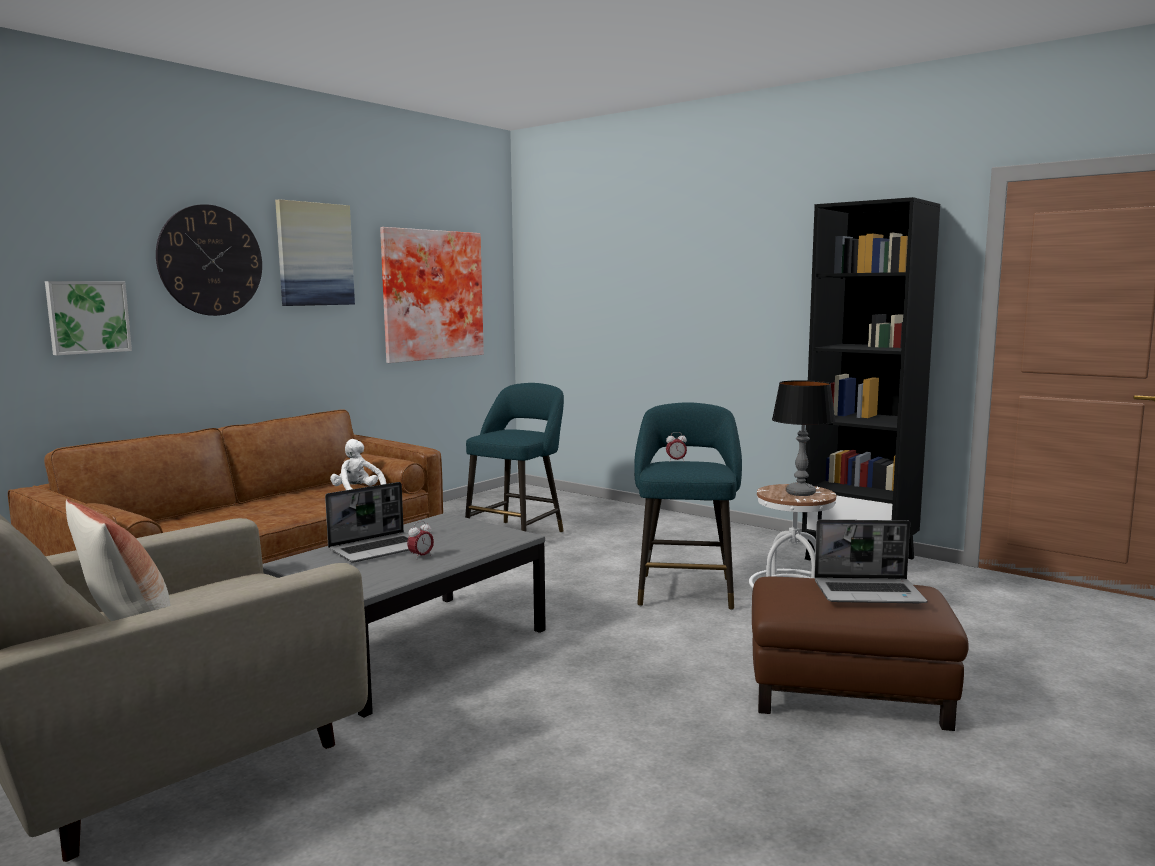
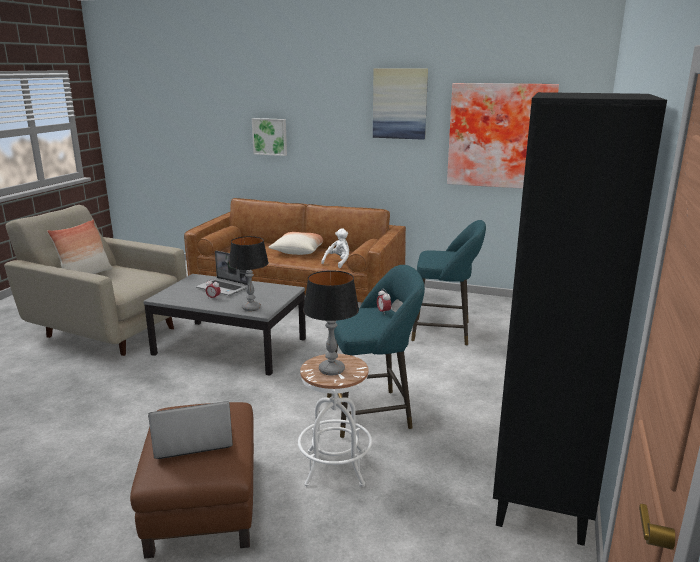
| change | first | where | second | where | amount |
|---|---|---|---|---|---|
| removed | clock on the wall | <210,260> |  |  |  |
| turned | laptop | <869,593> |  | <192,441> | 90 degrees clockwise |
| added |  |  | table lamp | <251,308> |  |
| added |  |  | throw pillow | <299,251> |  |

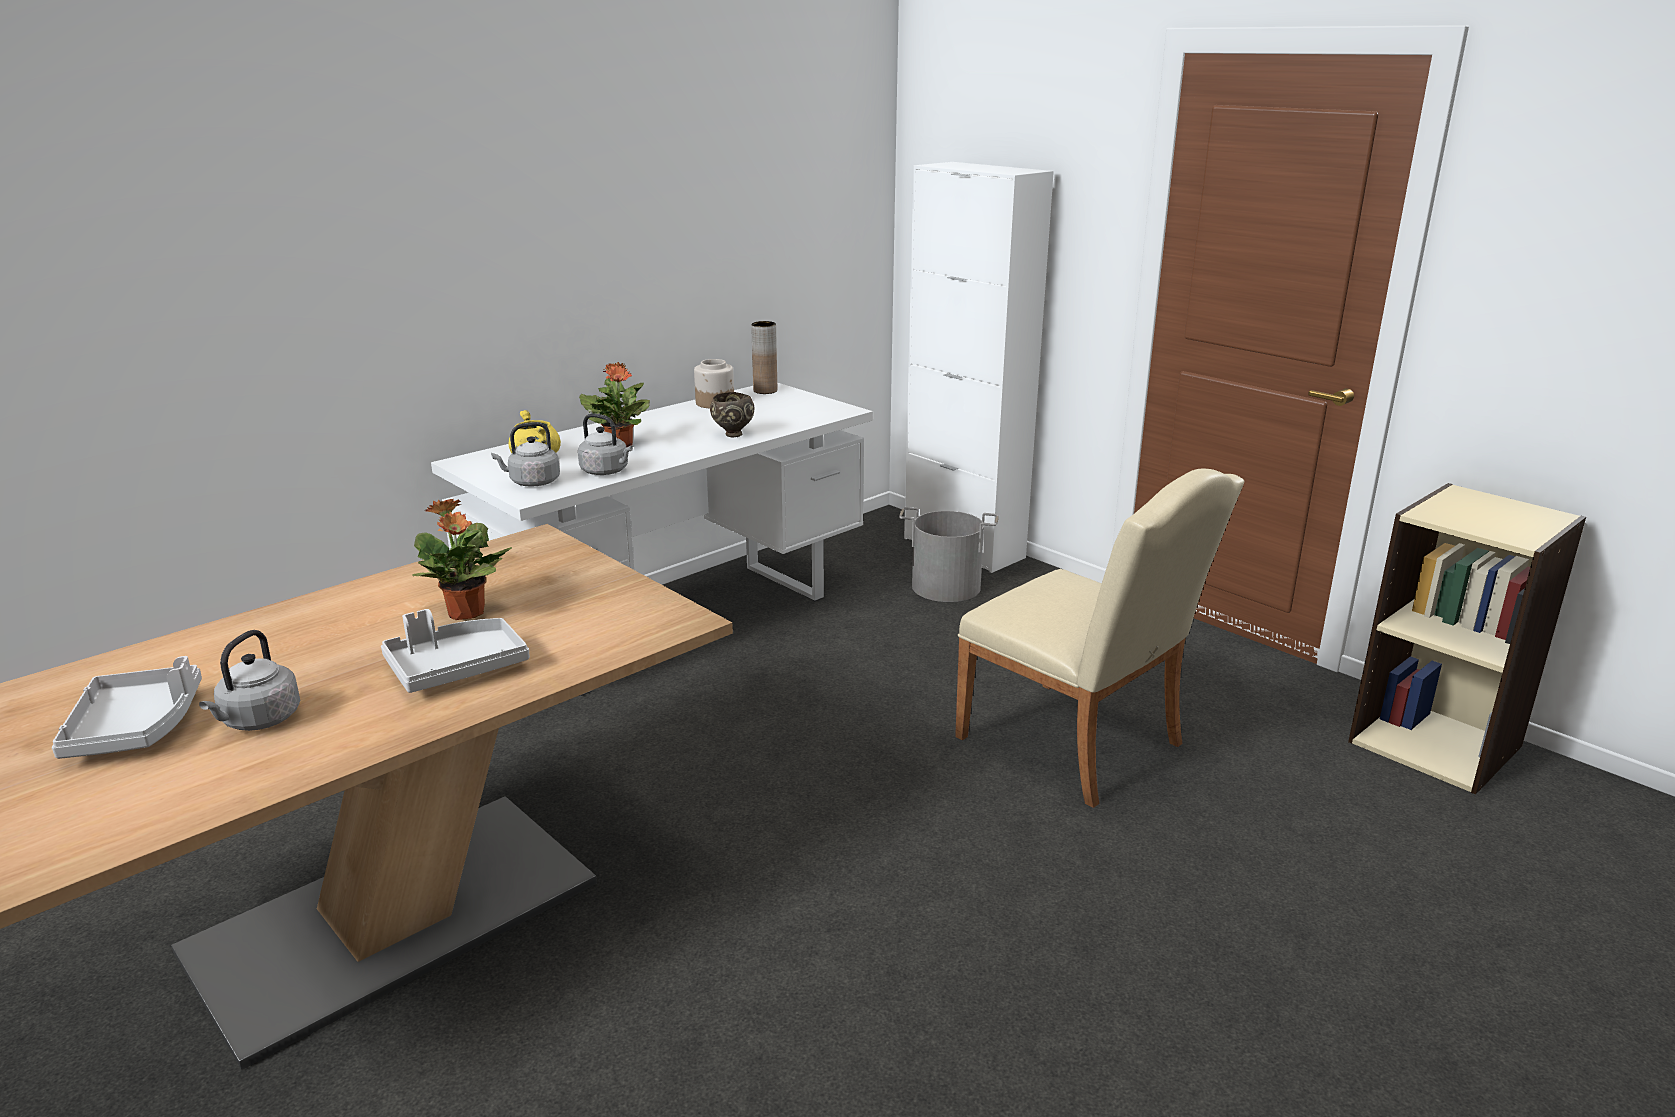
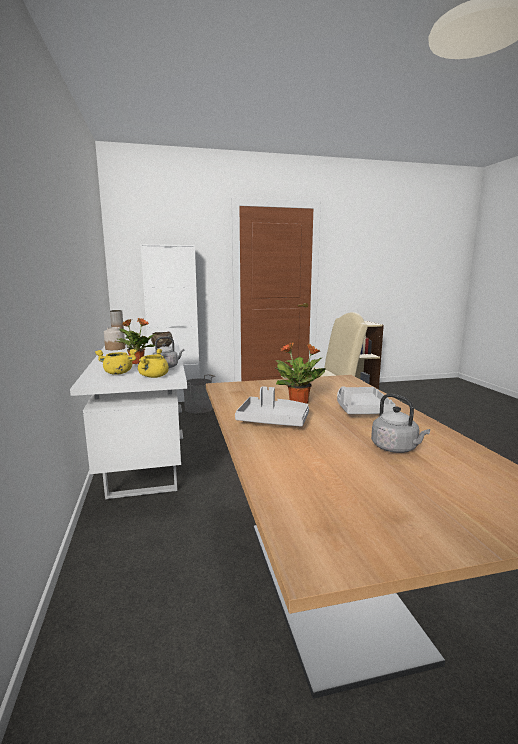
| change | first | where | second | where | amount |
|---|---|---|---|---|---|
| moved | grey tray | <137,727> |  | <273,420> |  |
| replaced | grey water kettle | <532,482> | yellowish saucepot | <154,377> |  |

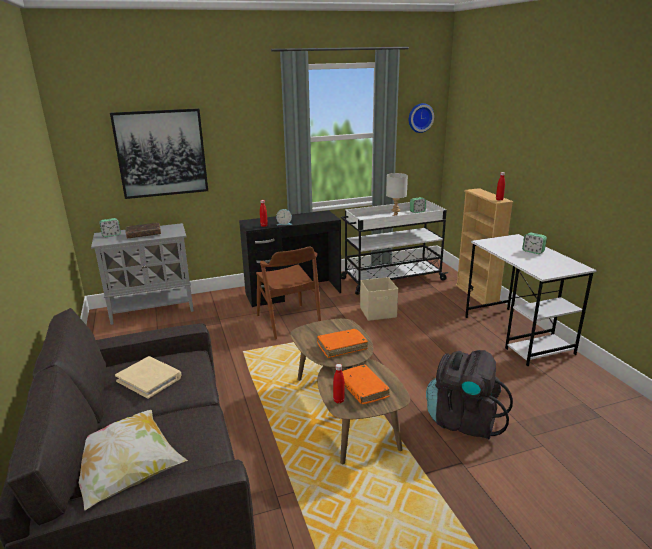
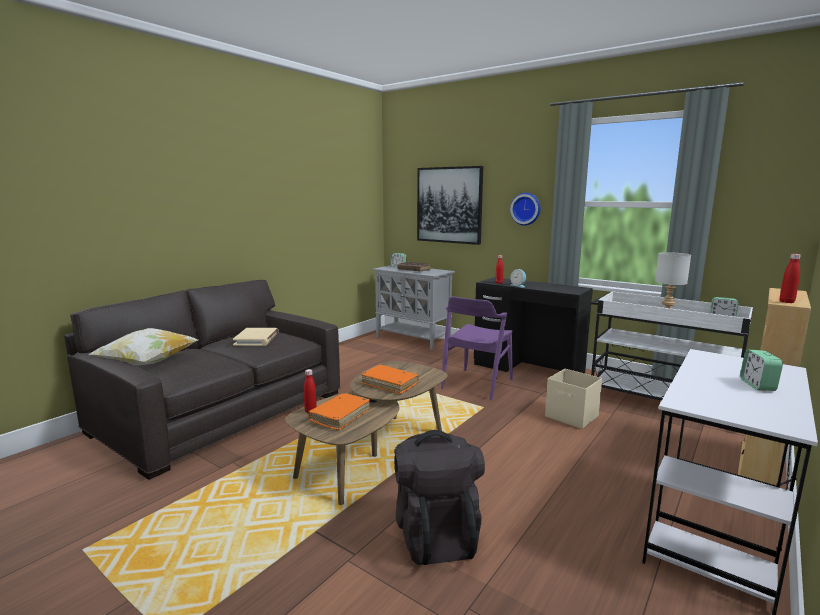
| change | first | where | second | where | amount |
|---|---|---|---|---|---|
| recoloured | brown chair | <288,321> | purplish chair | <476,384> |  |
| moved | clock on the wall | <420,117> |  | <526,209> |  |

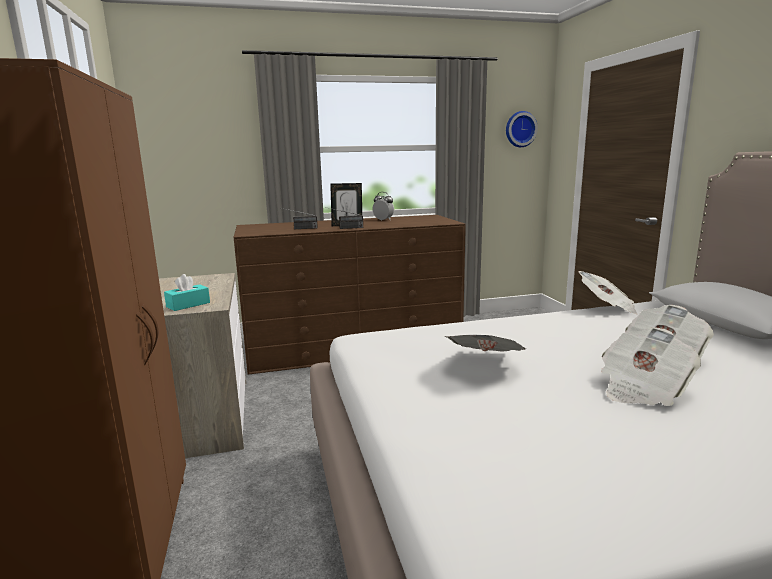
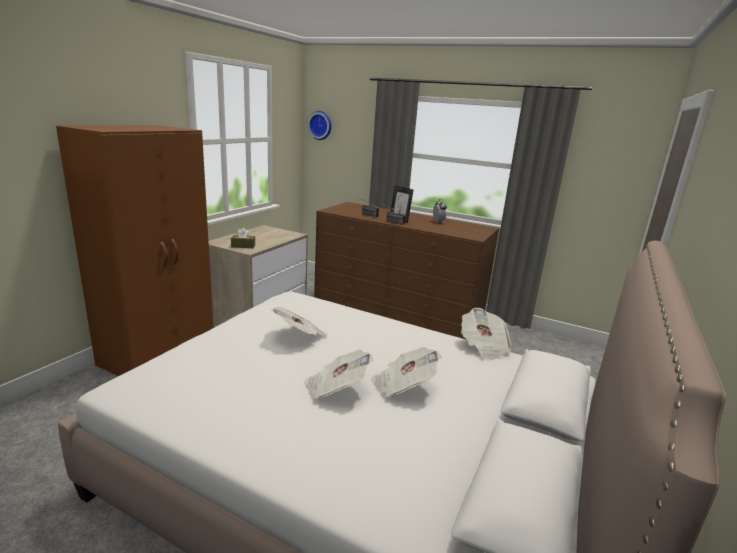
| change | first | where | second | where | amount |
|---|---|---|---|---|---|
| recoloured | turquoise-coloured tissue holder | <188,305> | brown tissue holder | <243,246> |  |
| moved | clock on the wall | <520,129> |  | <321,125> |  |

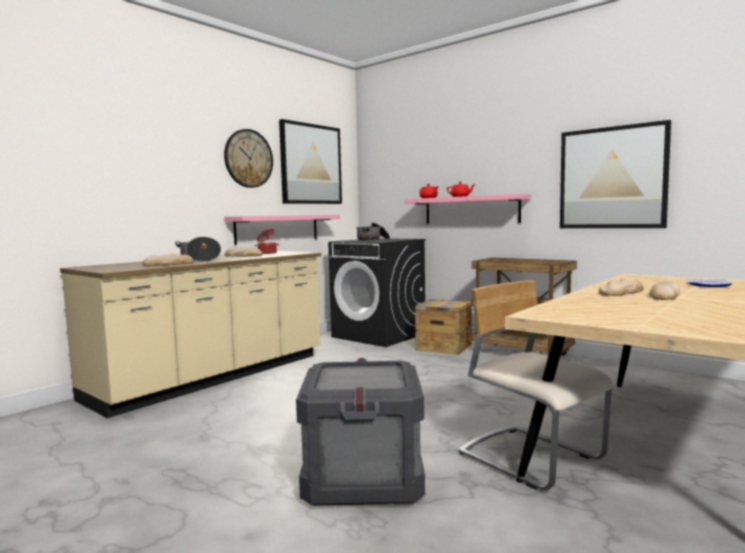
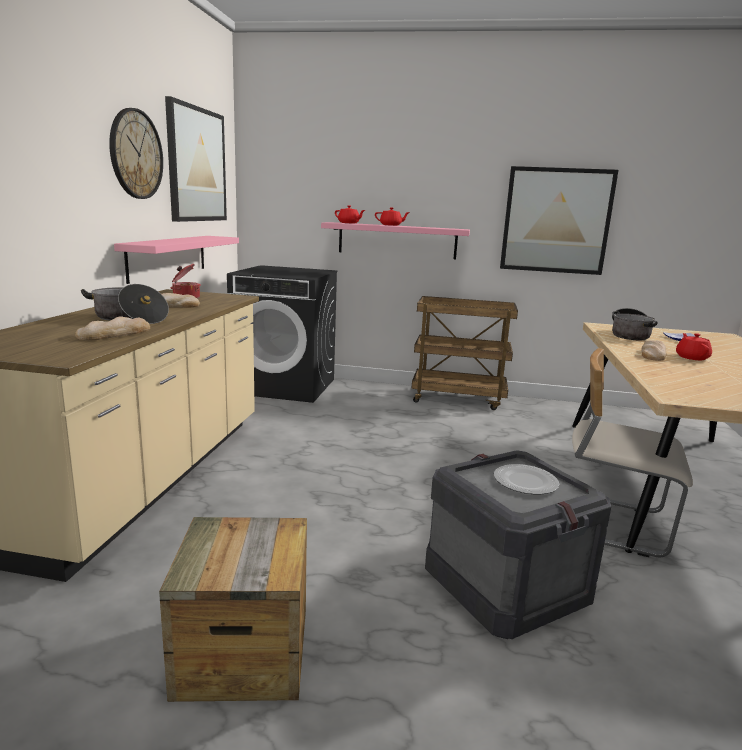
| change | first | where | second | where | amount |
|---|---|---|---|---|---|
| moved | saucepot | <373,239> |  | <630,335> |  |
| moved | shipping crate | <444,347> |  | <243,651> |  |
| replaced | bakery bread | <665,295> | reddish tea pot | <691,357> |  |
| added |  |  | plate | <525,481> |  |

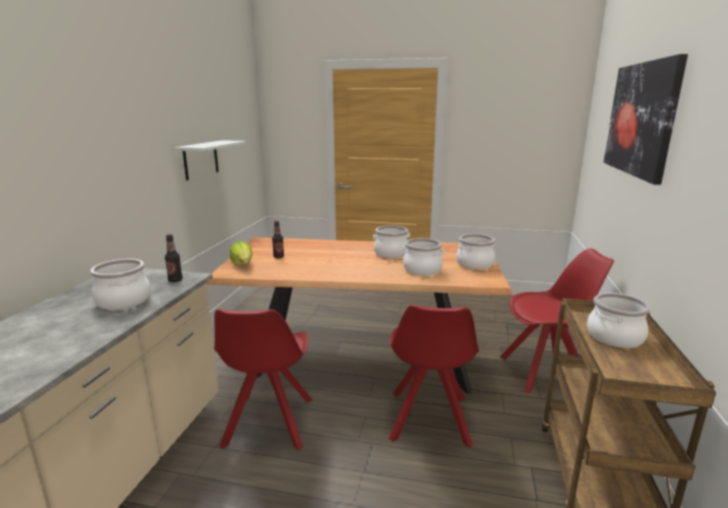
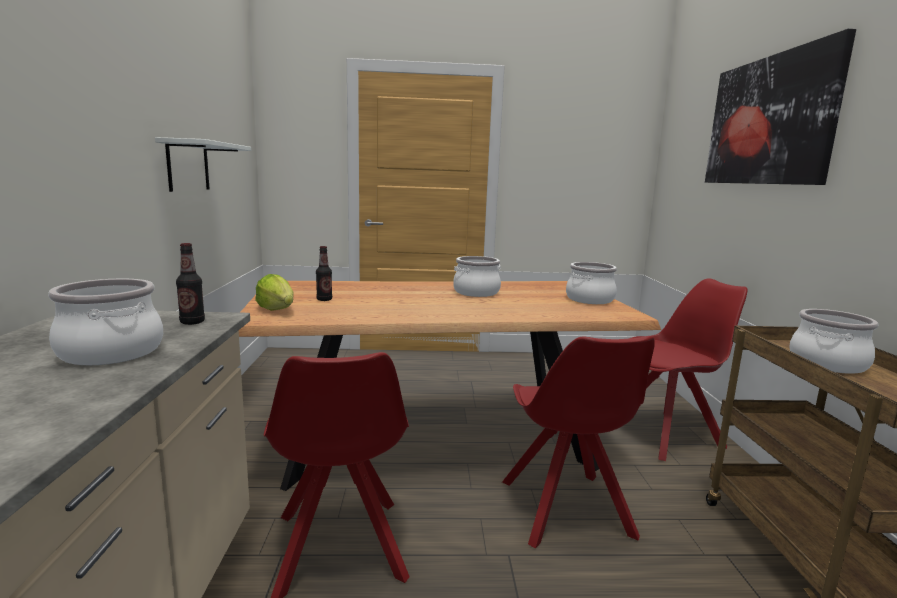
| change | first | where | second | where | amount |
|---|---|---|---|---|---|
| removed | saucepot | <422,270> |  |  |  |

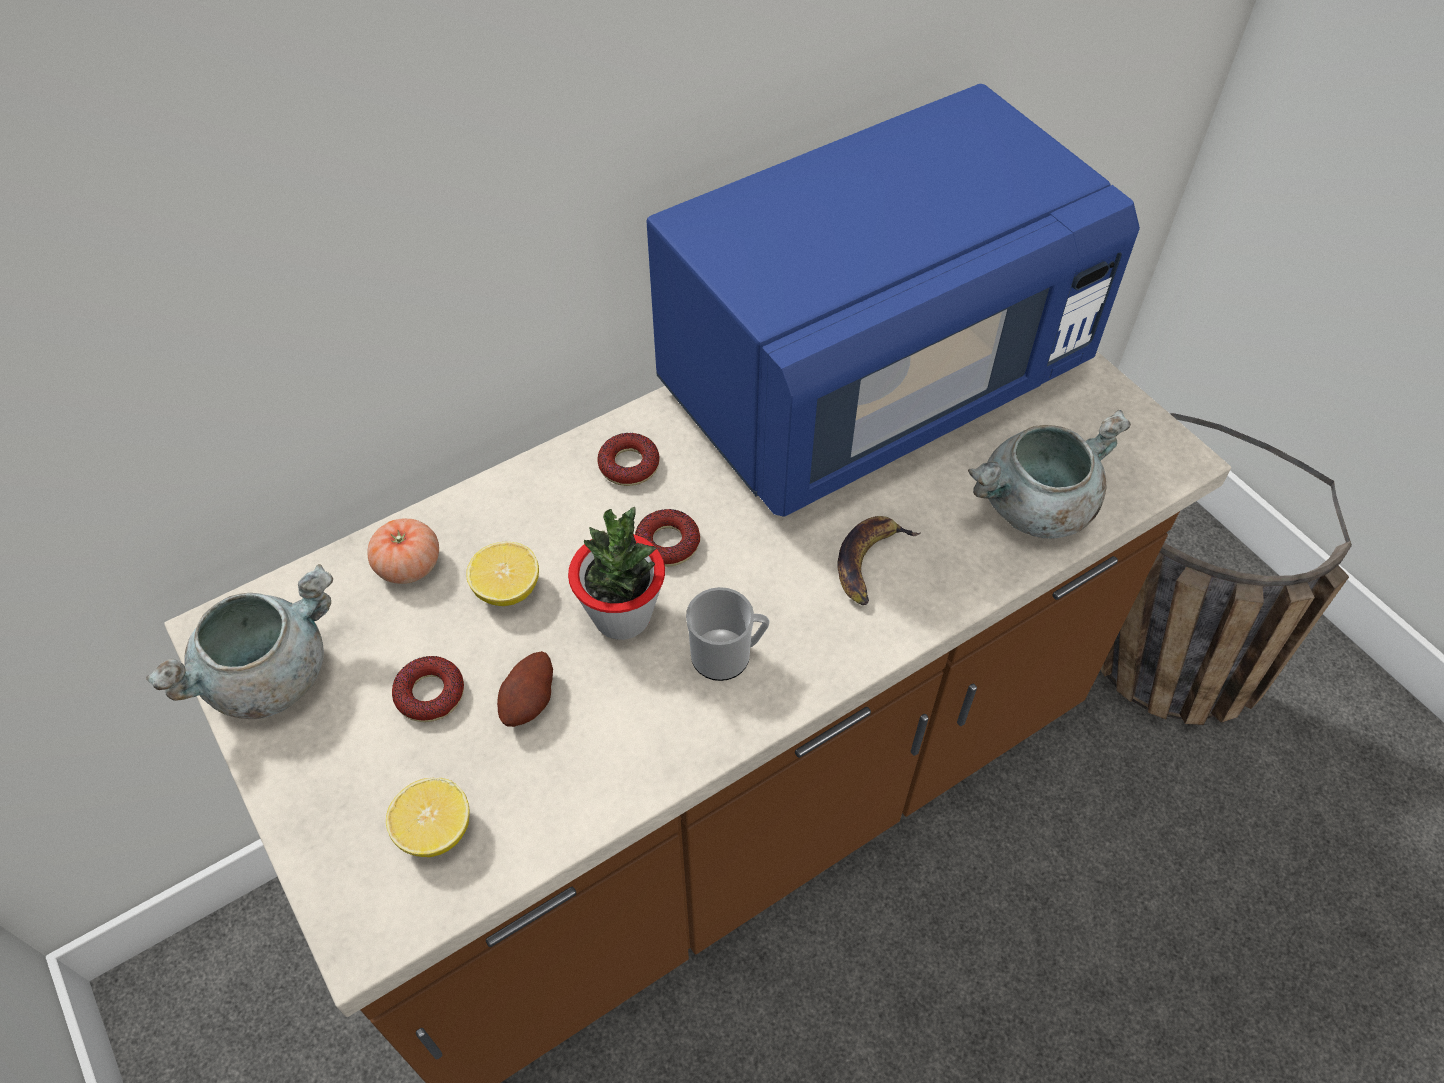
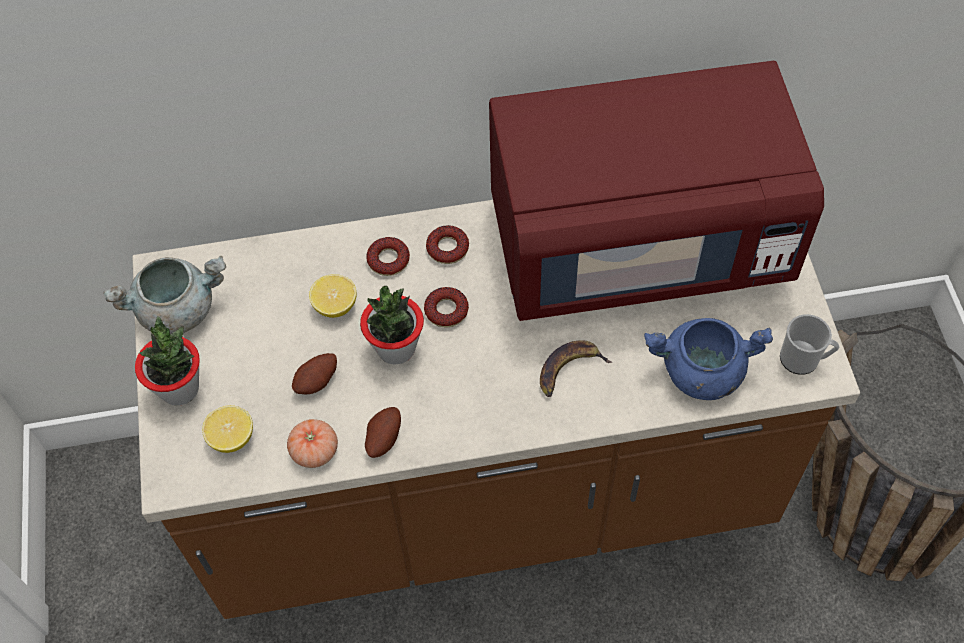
| change | first | where | second | where | amount |
|---|---|---|---|---|---|
| moved | whole tomato | <408,565> |  | <314,451> |  |
| moved | ring doughnut | <430,694> |  | <388,260> |  |
| recoloured | blue microwave | <870,382> | reddish microwave | <638,243> |  |
| moved | tea mug | <727,655> |  | <803,359> |  |
| recoloured | grey saucepot | <1035,508> | blue saucepot | <700,373> |  |
| added |  |  | plant in a pot | <180,388> |  |
| added |  |  | whole potato | <383,438> |  |

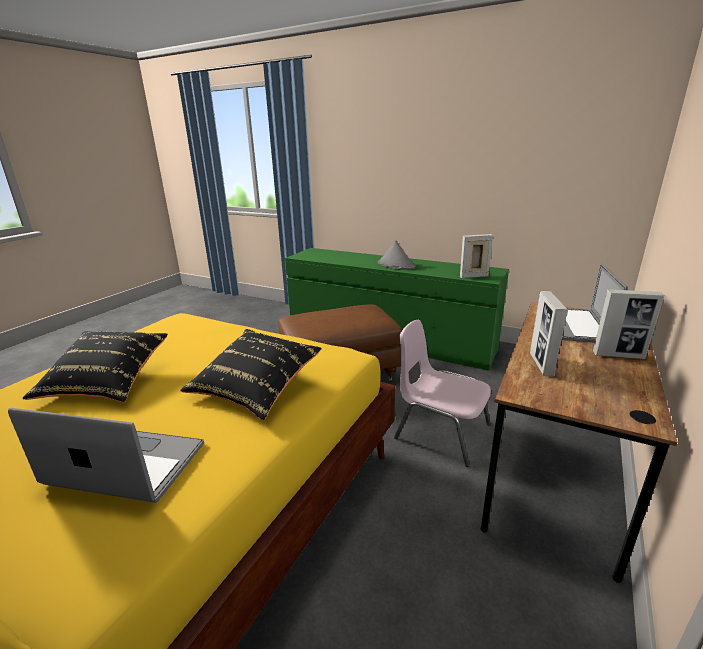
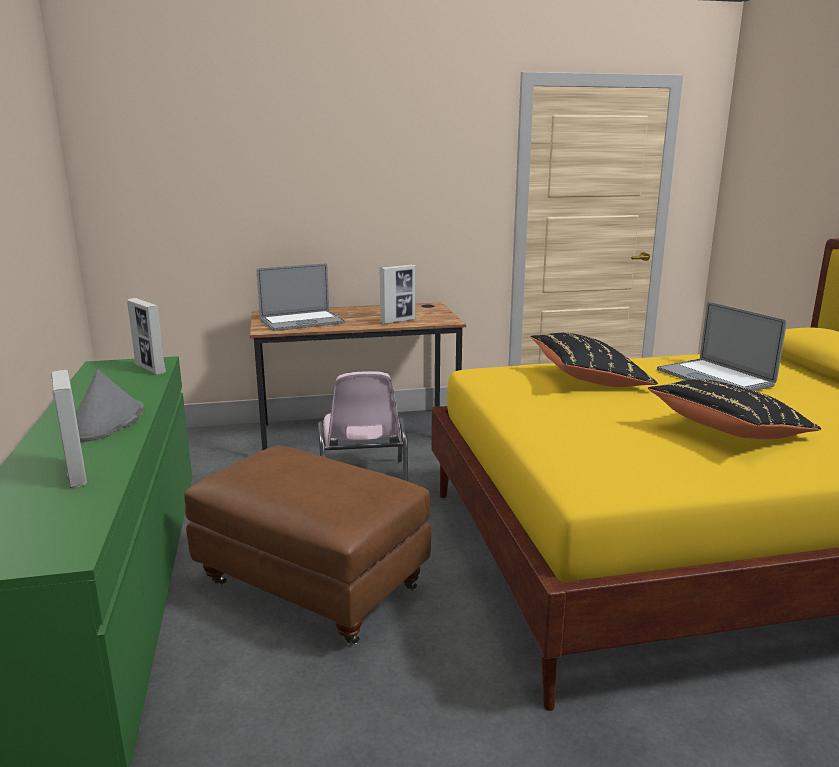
| change | first | where | second | where | amount |
|---|---|---|---|---|---|
| moved | picture frame | <618,355> |  | <76,473> |  |

